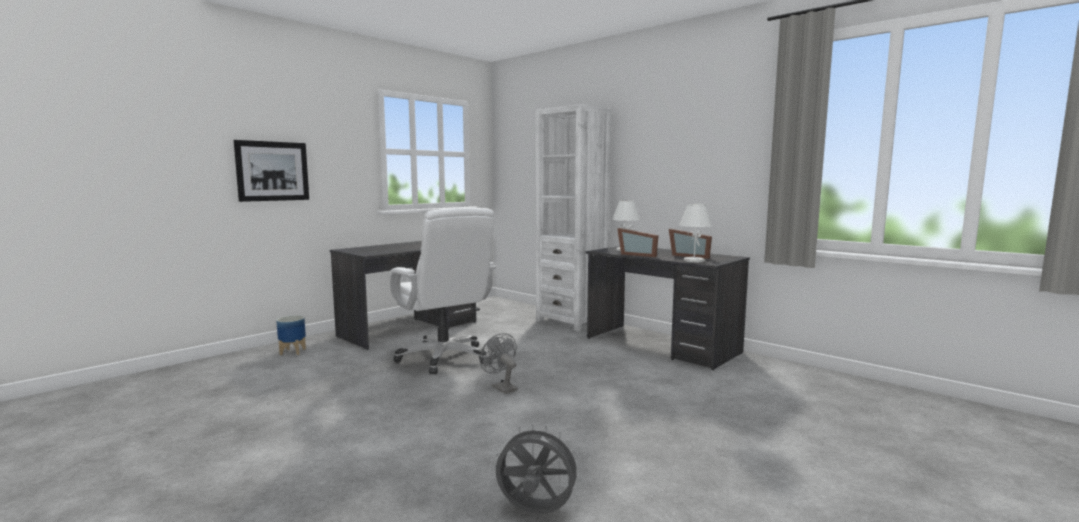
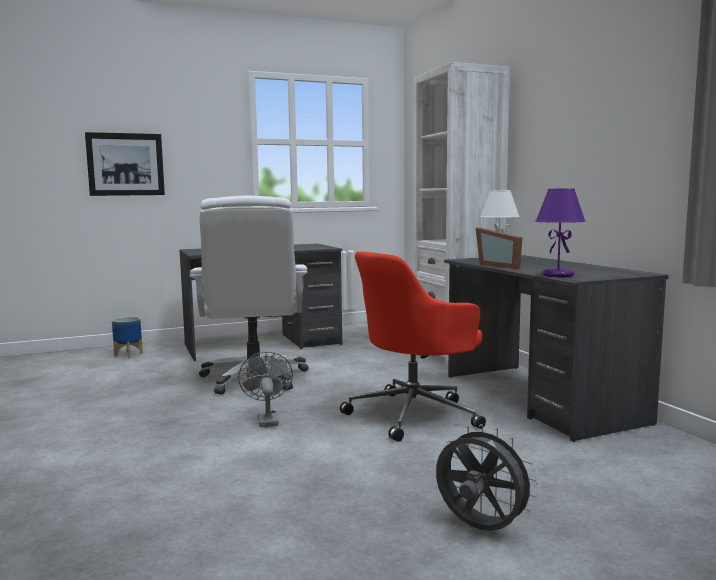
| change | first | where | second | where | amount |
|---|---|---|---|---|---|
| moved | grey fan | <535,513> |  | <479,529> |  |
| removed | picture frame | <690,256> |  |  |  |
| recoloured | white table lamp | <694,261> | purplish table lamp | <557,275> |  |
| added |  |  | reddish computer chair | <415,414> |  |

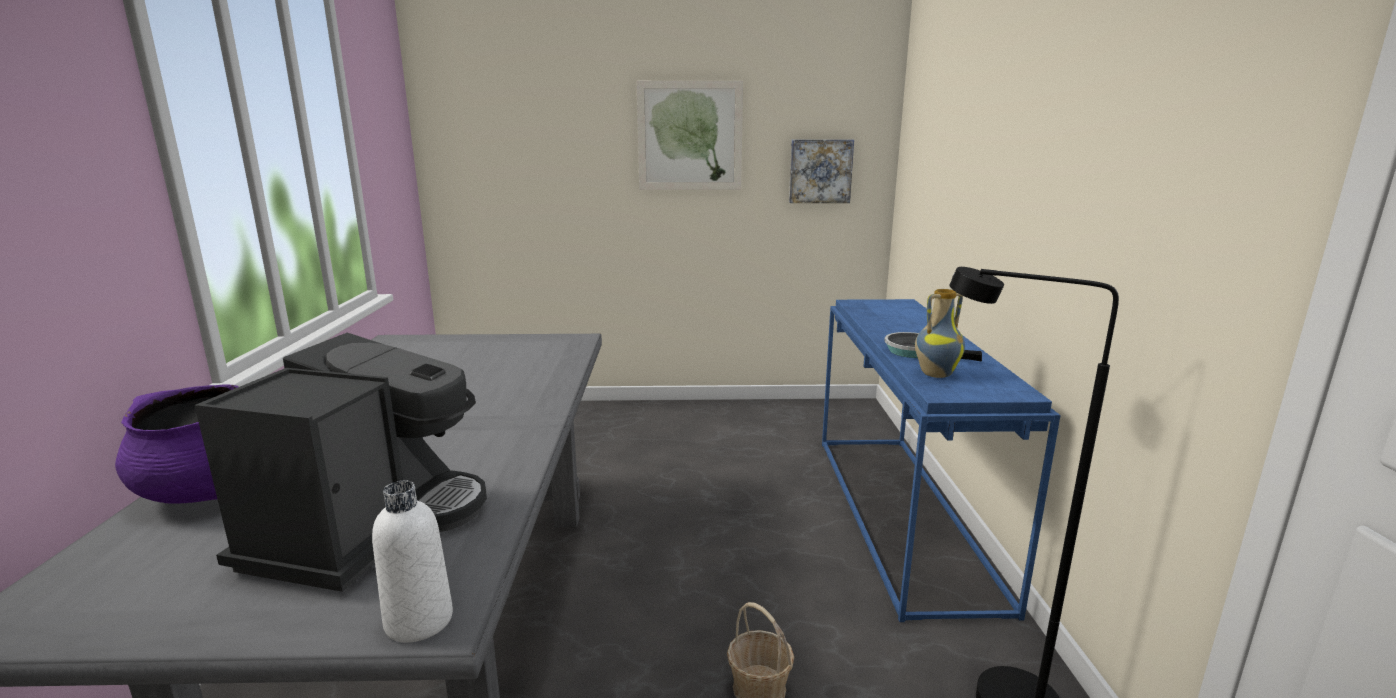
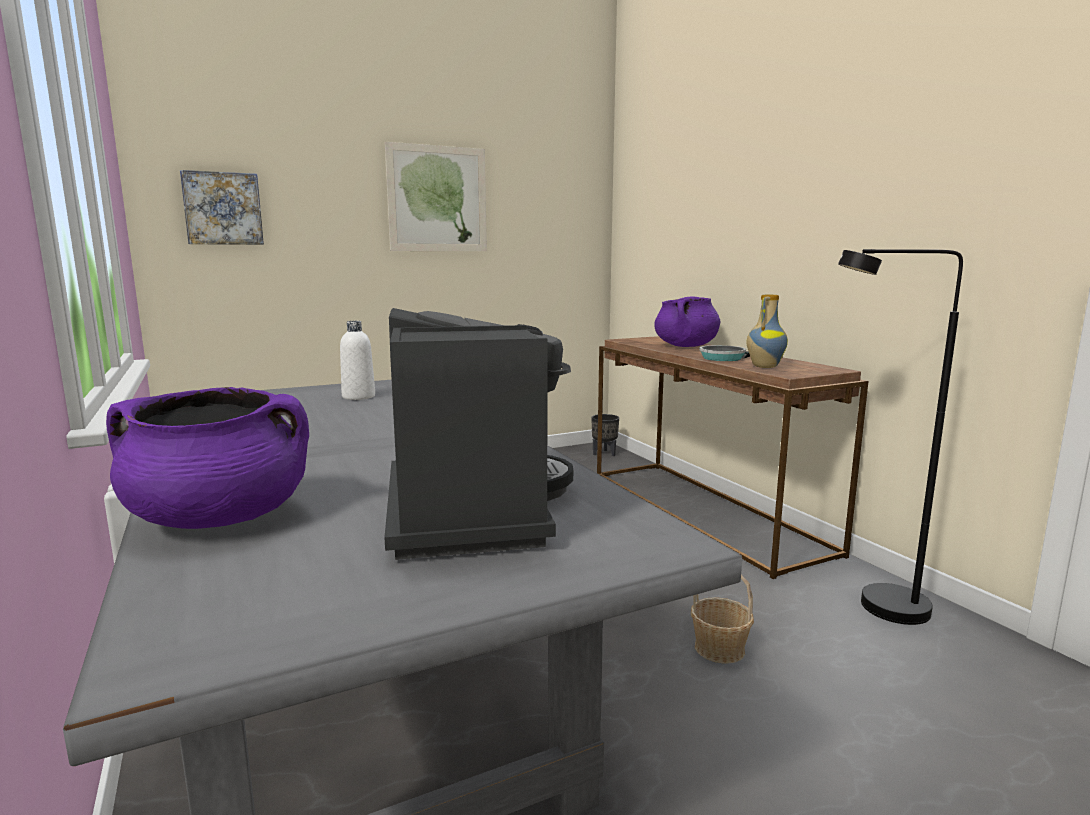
| change | first | where | second | where | amount |
|---|---|---|---|---|---|
| moved | white beverage bottle | <419,621> |  | <358,396> |  |
| moved | picture | <820,171> |  | <223,209> |  |
| recoloured | blue narrow table | <904,515> | brown narrow table | <706,512> |  |
| added |  |  | blackish plant pot | <604,453> |  |
| added |  |  | purplish saucepot | <686,346> |  |

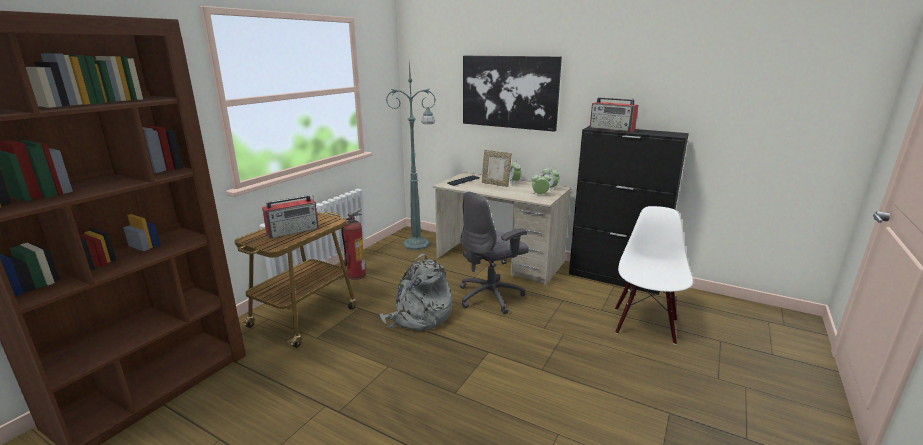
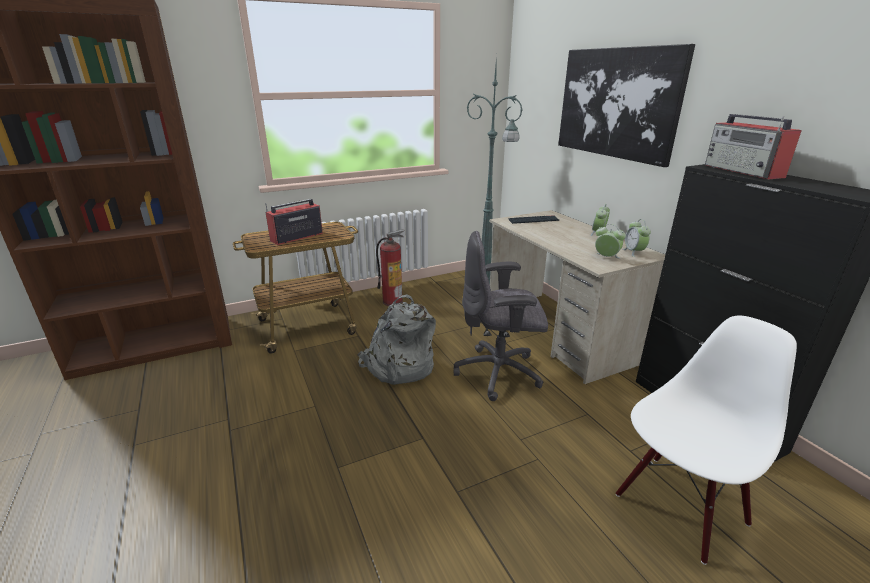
| change | first | where | second | where | amount |
|---|---|---|---|---|---|
| turned | radio | <294,231> |  | <296,237> | 135 degrees clockwise |
| removed | picture frame | <495,184> |  |  |  |

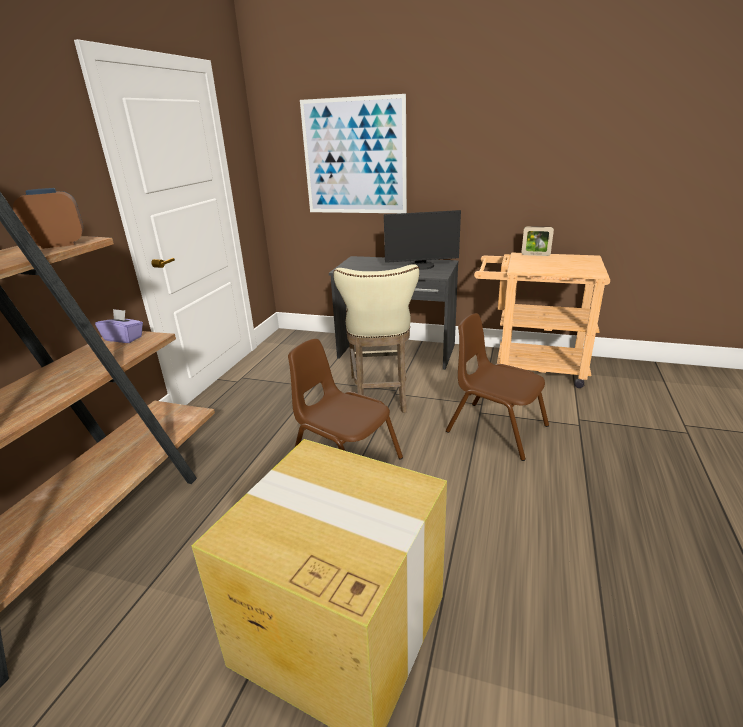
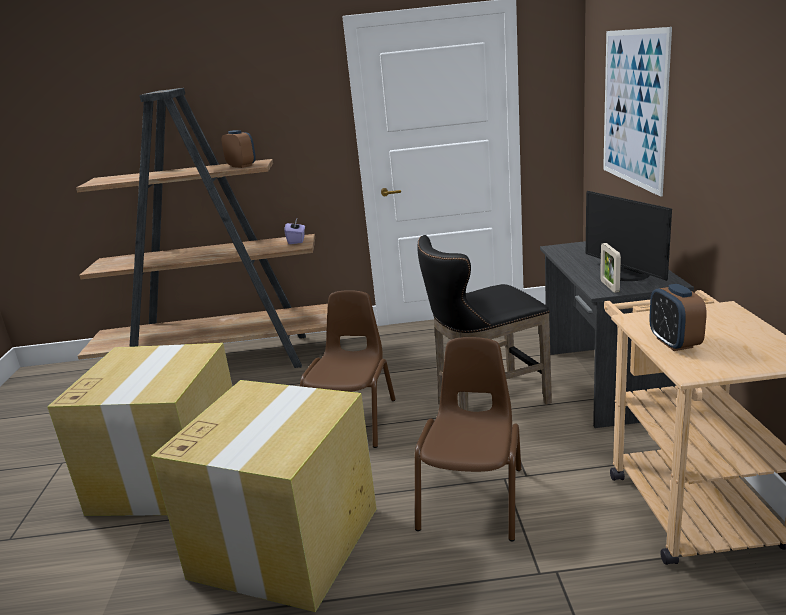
| change | first | where | second | where | amount |
|---|---|---|---|---|---|
| recoloured | beige-coloured stool | <379,396> | blackish stool | <485,402> |  |
| moved | picture frame | <535,255> |  | <609,286> |  |
| added |  |  | packing box | <287,541> |  |
| added |  |  | bedside clock | <674,343> |  |

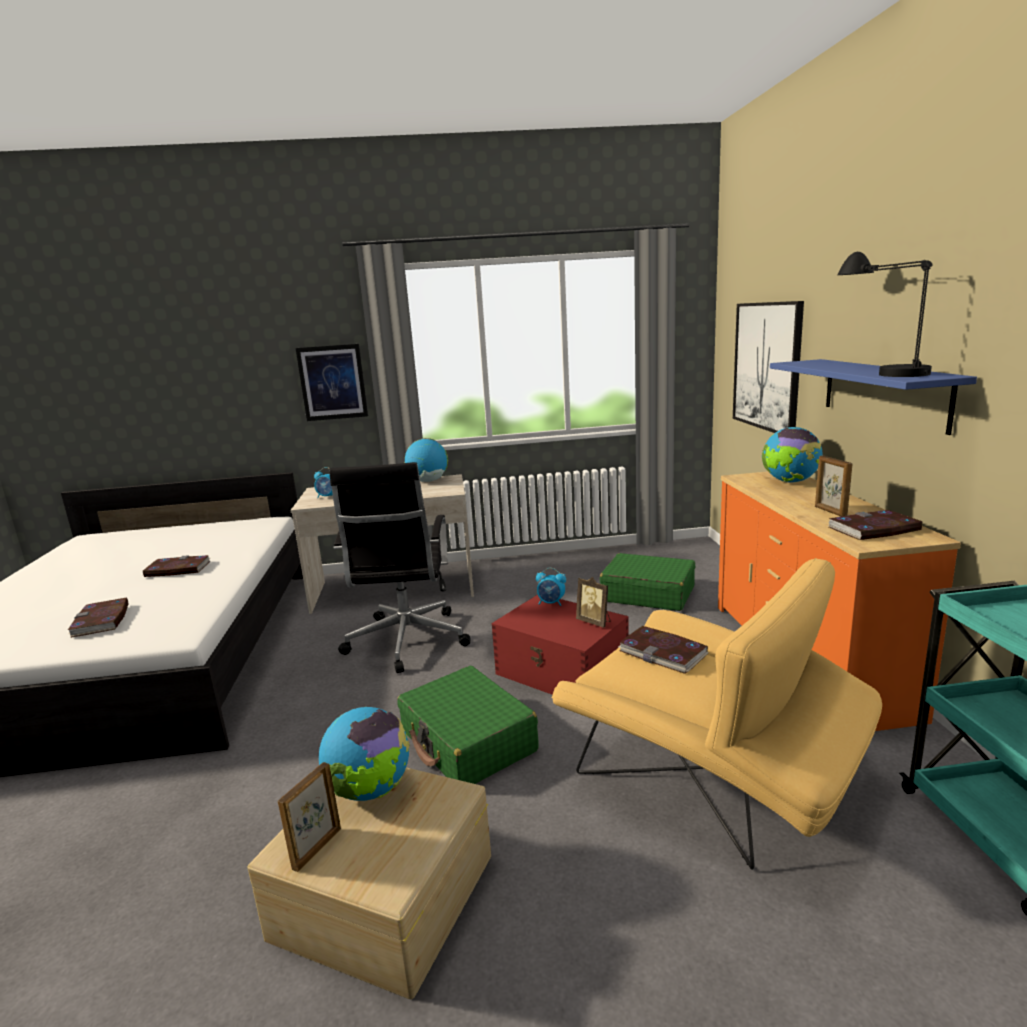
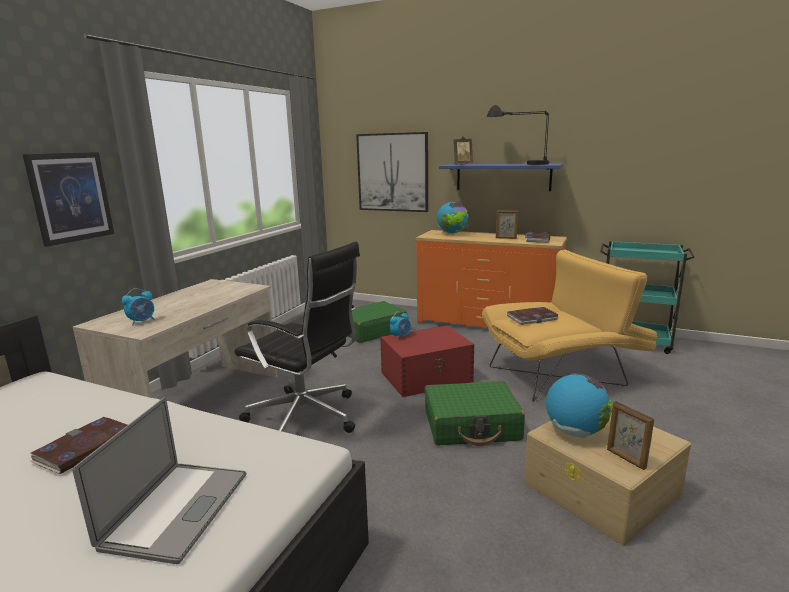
| change | first | where | second | where | amount |
|---|---|---|---|---|---|
| replaced | bound book | <101,620> | laptop | <176,509> |  |
| removed | world globe | <428,481> |  |  |  |
| moved | picture frame | <594,622> |  | <462,164> |  |

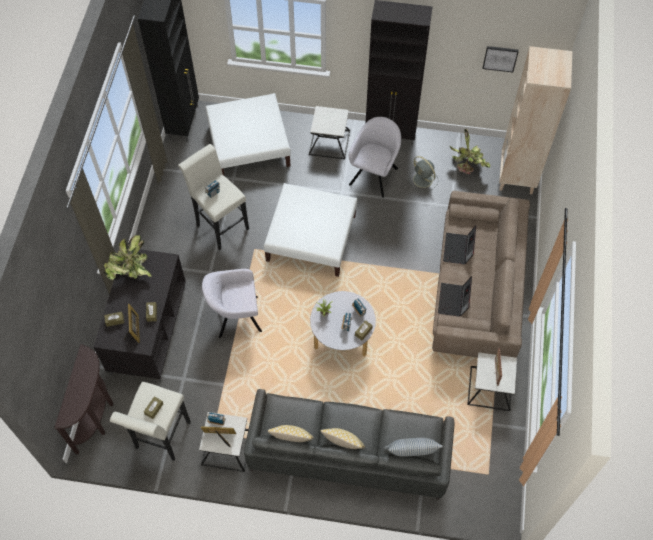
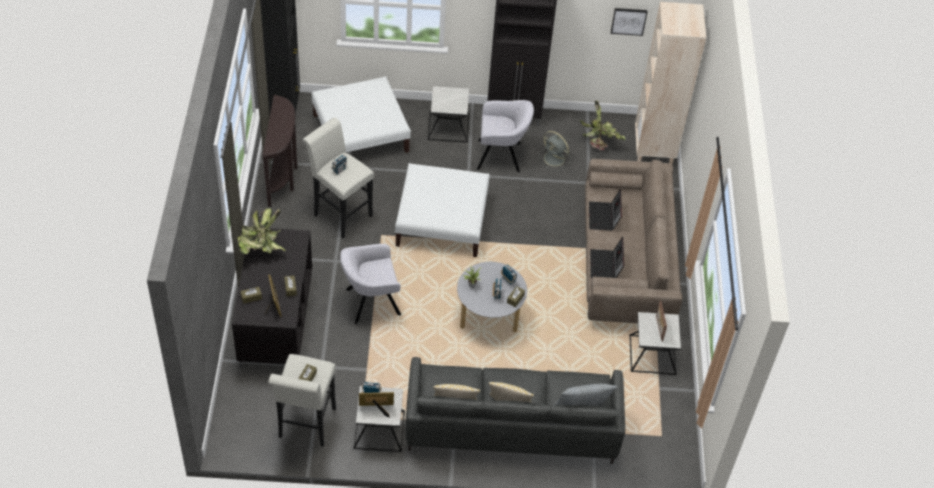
| change | first | where | second | where | amount |
|---|---|---|---|---|---|
| moved | brown narrow table | <97,416> |  | <283,177> |  |
| turned | grey easy chair | <374,174> |  | <501,156> | 75 degrees clockwise |

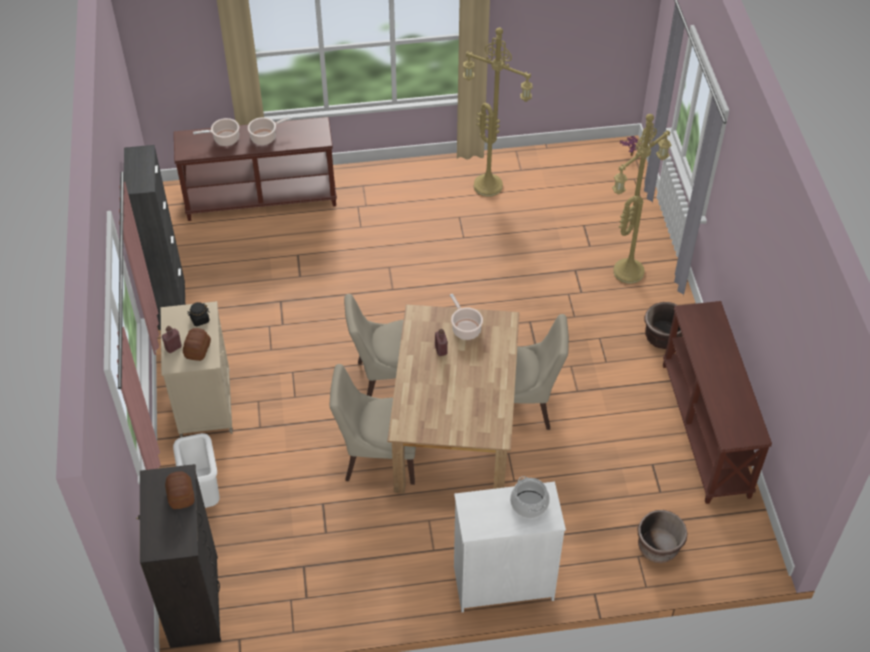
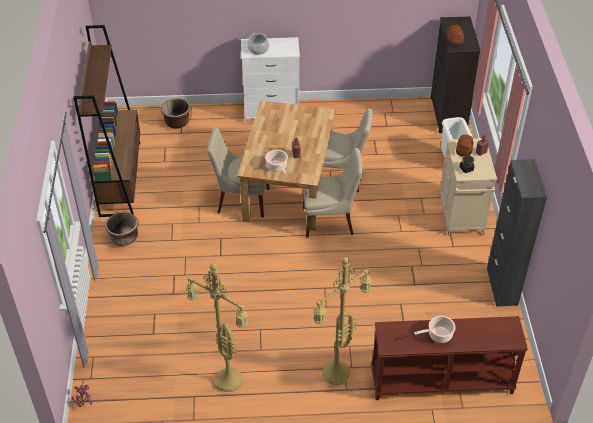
| change | first | where | second | where | amount |
|---|---|---|---|---|---|
| removed | saucepot | <224,139> |  |  |  |
| moved | yellowish standing lamp | <627,270> |  | <336,375> |  |
| replaced | brown narrow table | <706,429> | brown bookcase | <120,178> |  |

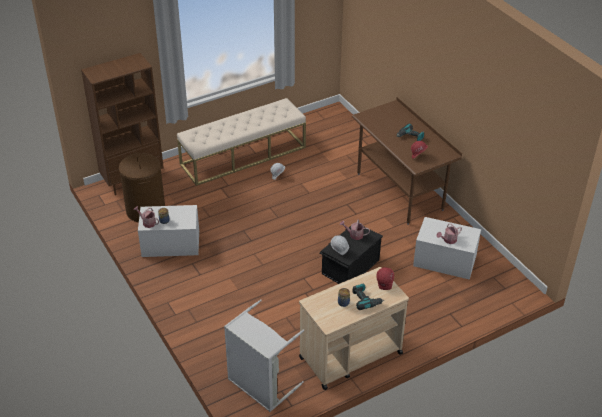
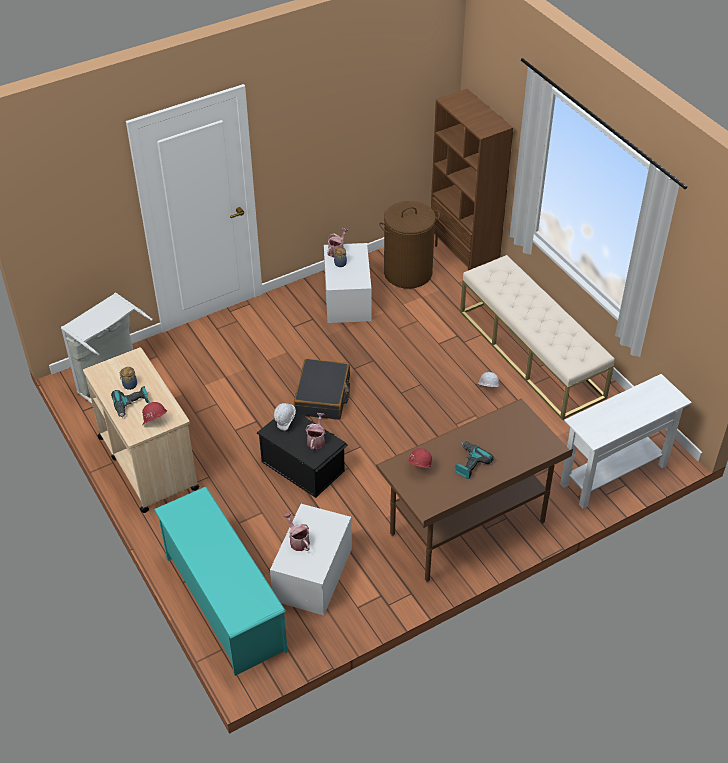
| change | first | where | second | where | amount |
|---|---|---|---|---|---|
| added |  |  | turquoise-coloured shoe rack | <224,603> |  |
| added |  |  | blackish piece of luggage | <323,396> |  |
| added |  |  | white narrow table | <613,474> |  |

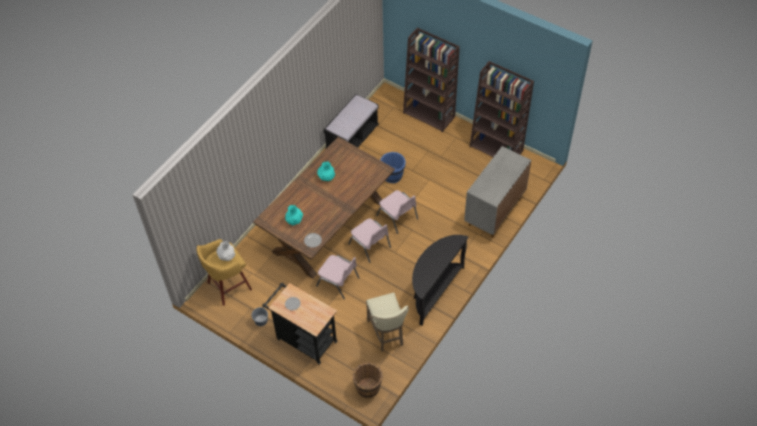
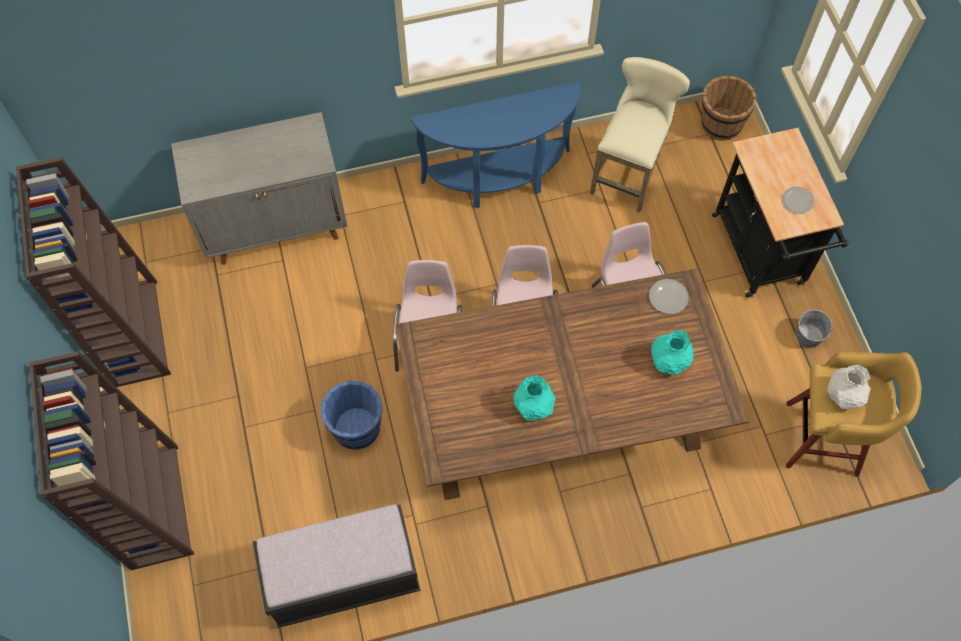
| change | first | where | second | where | amount |
|---|---|---|---|---|---|
| recoloured | blackish narrow table | <434,291> | blue narrow table | <500,180> |  |

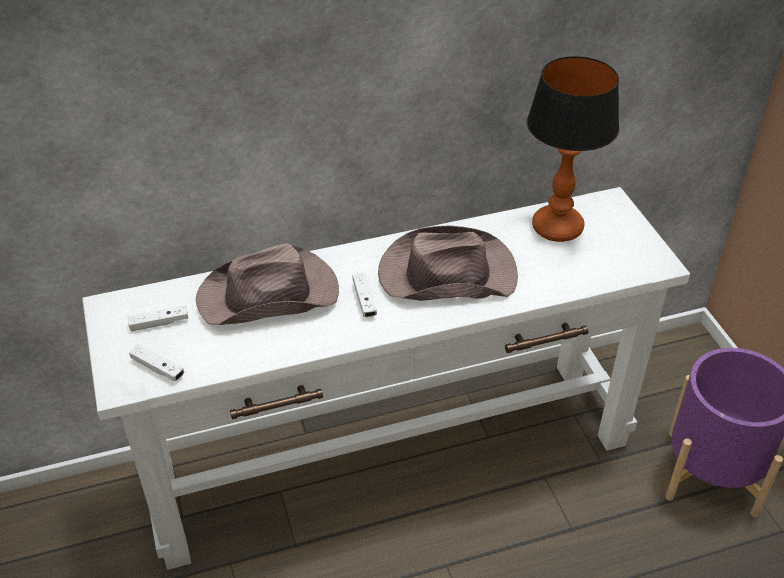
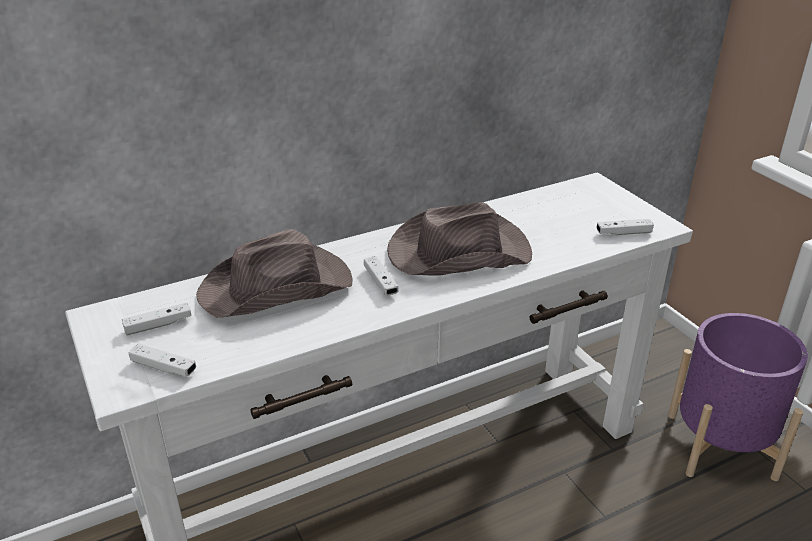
| change | first | where | second | where | amount |
|---|---|---|---|---|---|
| removed | table lamp | <556,228> |  |  |  |
| added |  |  | white gamepad | <623,233> |  |

